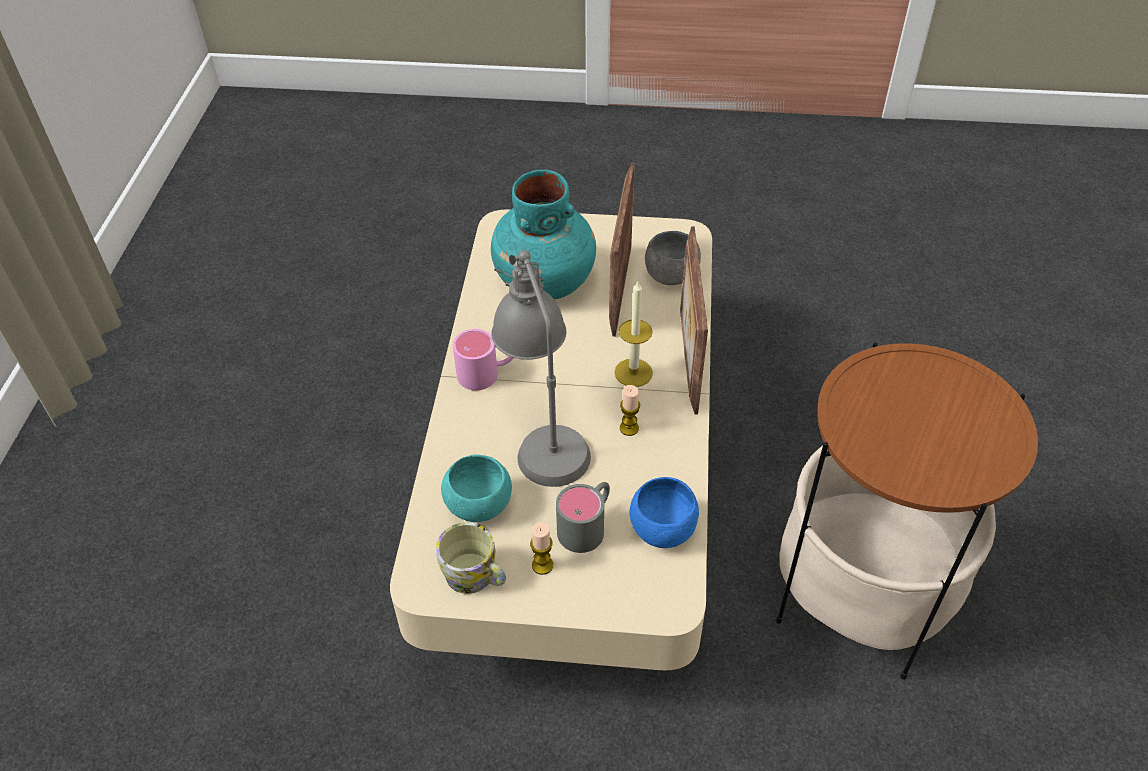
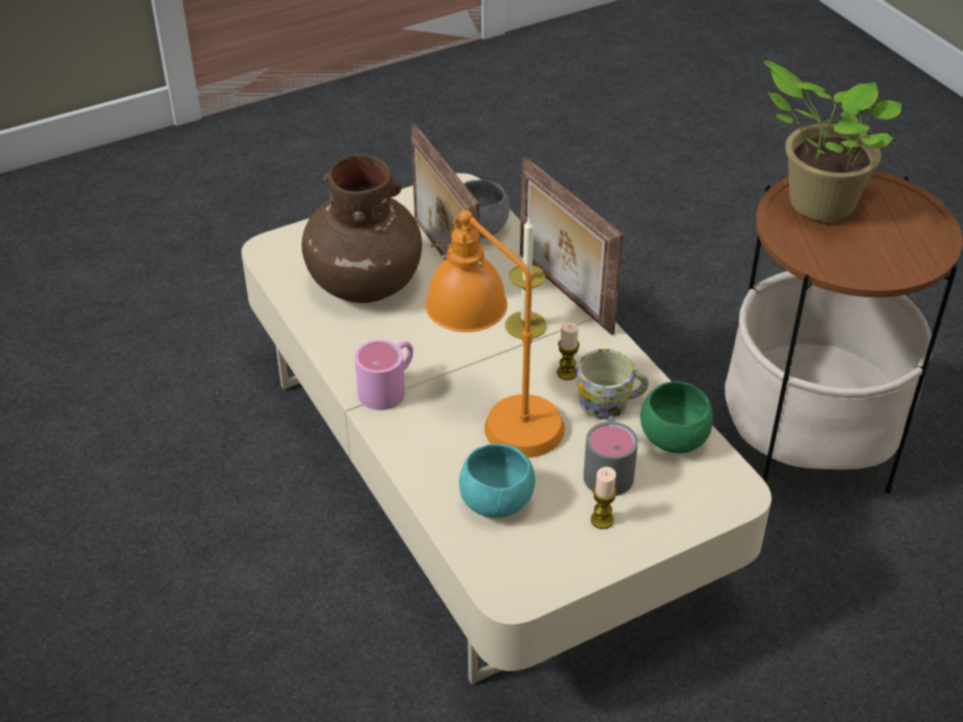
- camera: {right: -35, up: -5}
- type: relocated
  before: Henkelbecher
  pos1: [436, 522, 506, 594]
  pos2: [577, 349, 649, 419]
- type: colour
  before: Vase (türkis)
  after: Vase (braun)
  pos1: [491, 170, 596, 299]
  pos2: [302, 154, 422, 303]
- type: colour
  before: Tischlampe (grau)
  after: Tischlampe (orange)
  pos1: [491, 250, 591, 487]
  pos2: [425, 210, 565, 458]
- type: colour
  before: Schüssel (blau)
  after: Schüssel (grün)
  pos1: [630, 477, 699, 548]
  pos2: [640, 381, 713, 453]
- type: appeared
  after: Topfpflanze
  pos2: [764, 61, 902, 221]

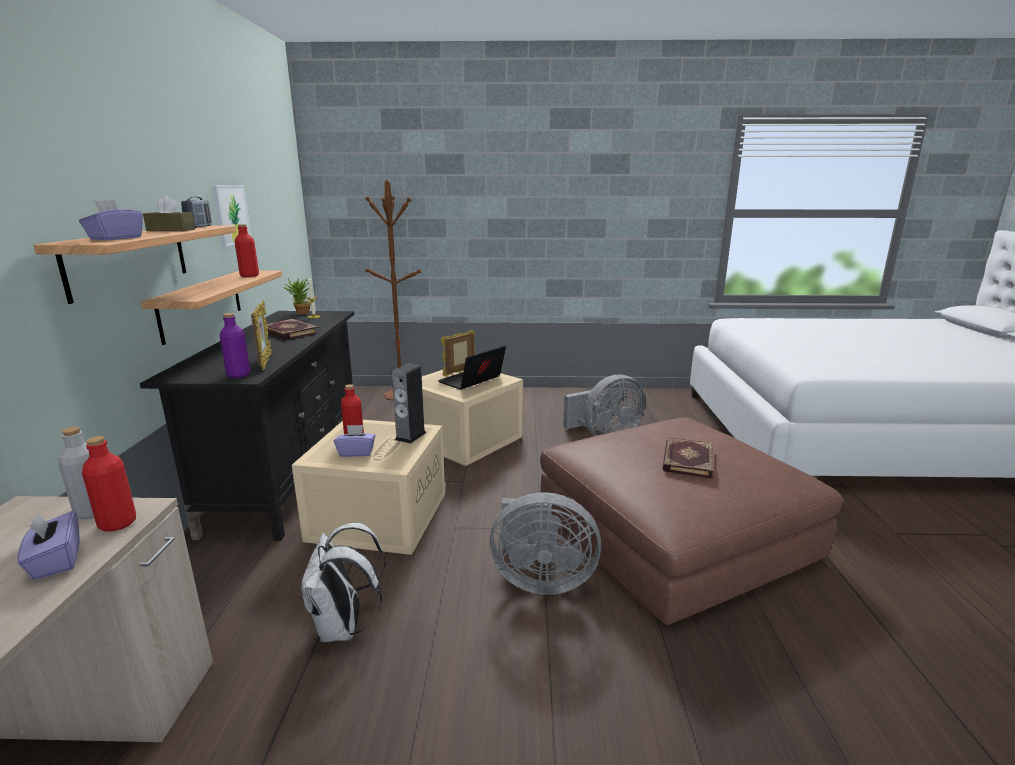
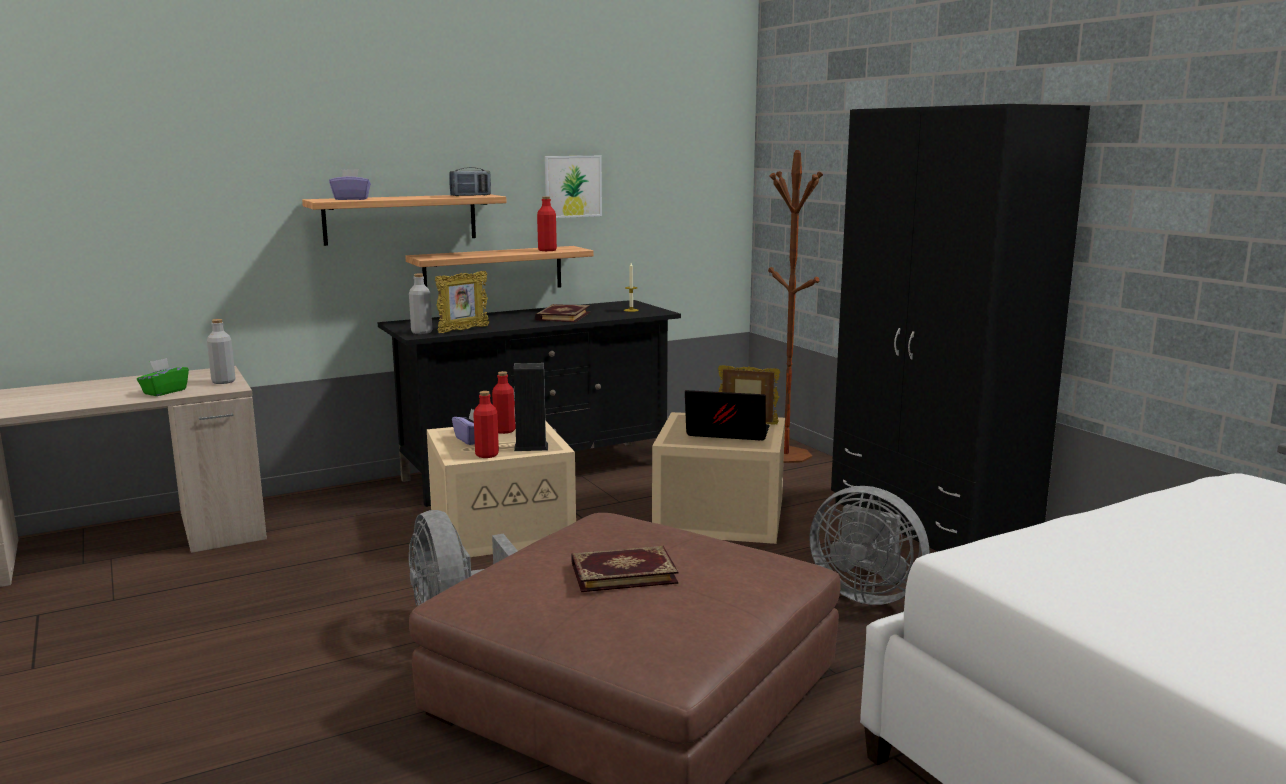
- camera: {right: 60, up: -5}
- type: colour
  before: Taschentuchbox (lila)
  after: Taschentuchbox (grün)
  pos1: [17, 511, 80, 580]
  pos2: [137, 358, 189, 396]
- type: relocated
  before: Flasche (rot)
  pos1: [82, 436, 136, 532]
  pos2: [473, 391, 499, 458]
- type: missing
  before: Taschentuchbox (braun)
  pos1: [143, 196, 195, 231]
- type: colour
  before: Flasche (lila)
  after: Flasche (grau)
  pos1: [220, 313, 250, 378]
  pos2: [409, 273, 432, 334]
- type: missing
  before: Topfpflanze
  pos1: [283, 278, 311, 315]
- type: missing
  before: Rucksack (weiß)
  pos1: [301, 523, 386, 642]
- type: appeared
  after: Kleiderschrank (schwarz)
  pos2: [831, 104, 1090, 551]

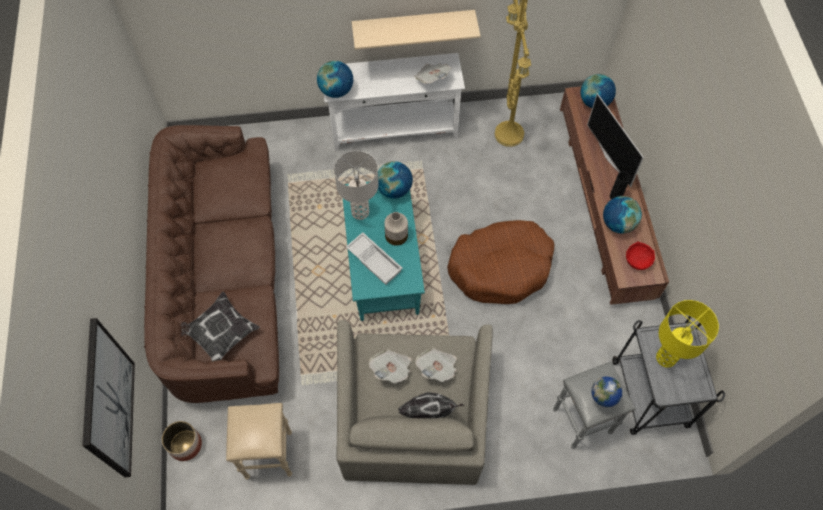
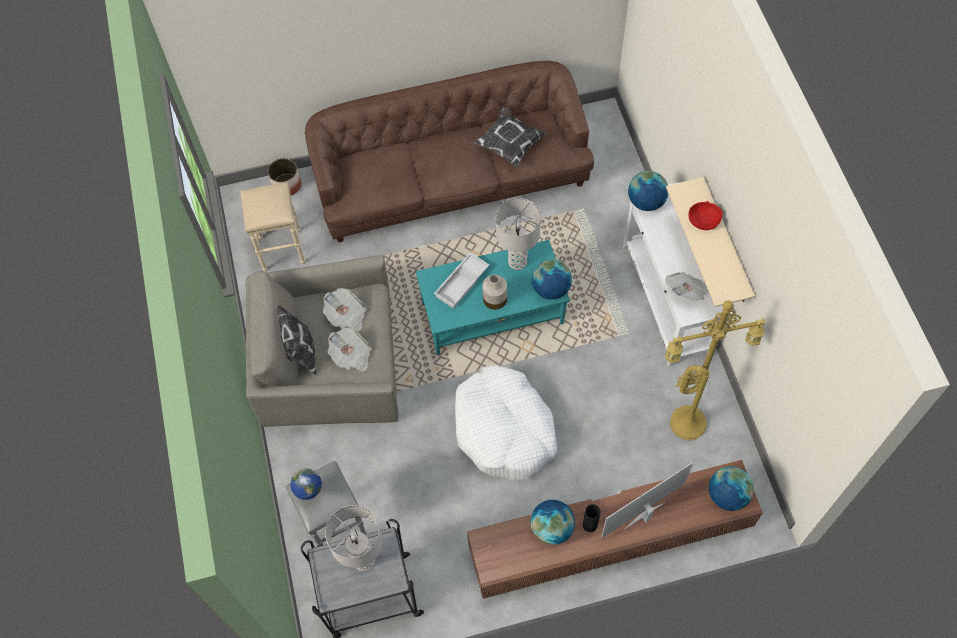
- camera: {right: 85, up: 0}
- type: missing
  before: Bild
  pos1: [82, 318, 135, 478]
- type: relocated
  before: Kissen
  pos1: [181, 291, 260, 362]
  pos2: [474, 106, 547, 168]
- type: colour
  before: Hundebett (braun)
  after: Hundebett (weiß)
  pos1: [447, 220, 555, 304]
  pos2: [455, 365, 557, 480]
- type: relocated
  before: Schüssel (rot)
  pos1: [626, 242, 655, 270]
  pos2: [688, 201, 723, 230]
- type: colour
  before: Tischlampe (gelb)
  after: Tischlampe (weiß)
  pos1: [656, 300, 719, 368]
  pos2: [325, 505, 383, 571]

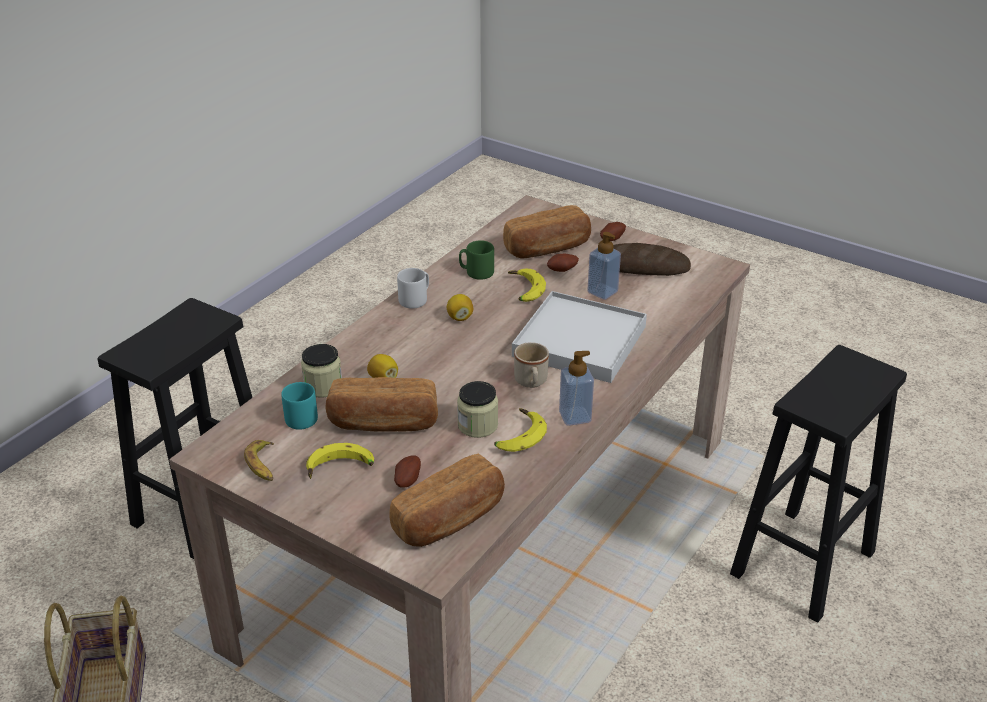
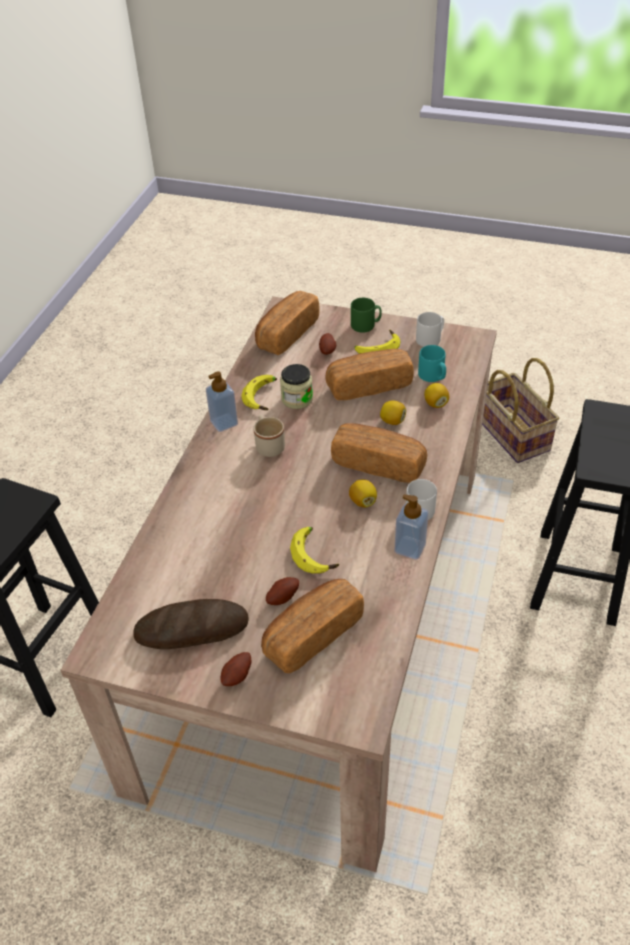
- camera: {right: 165, up: 10}
- type: exchanged
  before: Banane
  after: Henkelbecher (grau)
  pos1: [244, 440, 274, 481]
  pos2: [416, 312, 444, 347]
- type: exchanged
  before: Vorratsglas
  after: Zitrone
  pos1: [301, 344, 342, 398]
  pos2: [424, 383, 449, 408]
- type: relocated
  before: Henkelbecher (grün)
  pos1: [459, 240, 494, 280]
  pos2: [351, 298, 382, 333]
- type: missing
  before: Tablett (weiß)
  pos1: [512, 291, 647, 383]
- type: relocated
  before: Seifenspender
  pos1: [587, 232, 621, 300]
  pos2: [395, 494, 428, 560]
- type: appeared
  after: Brot
  pos2: [331, 423, 427, 483]

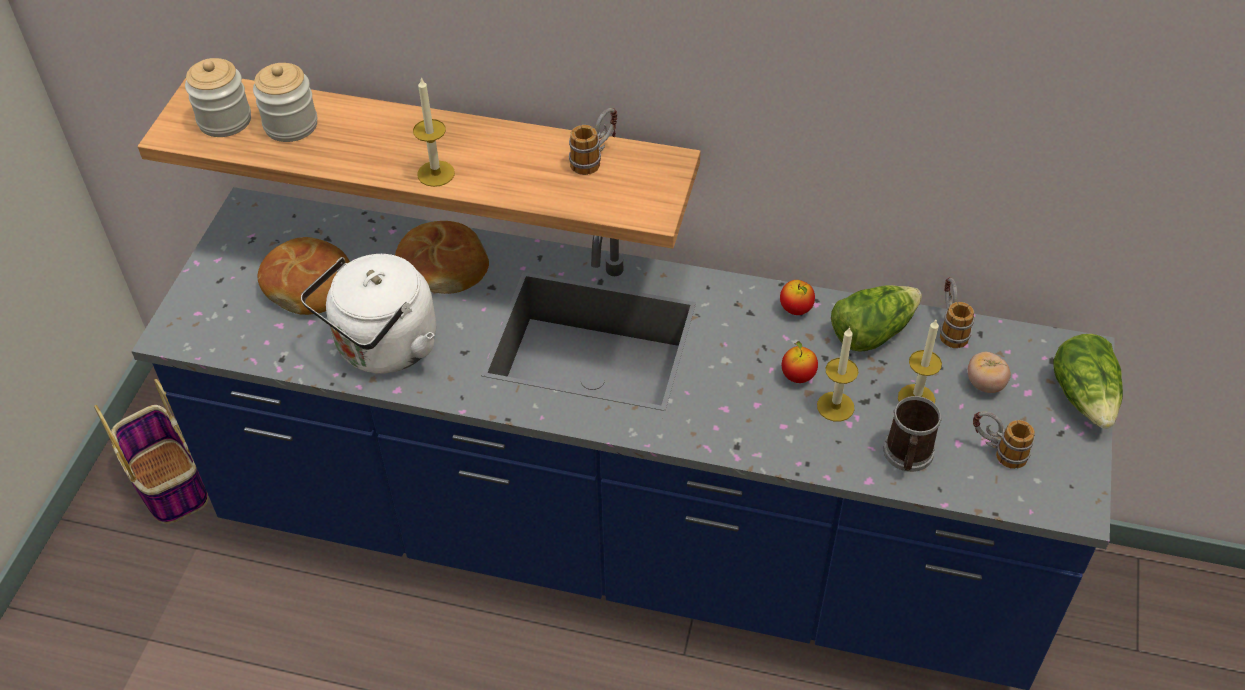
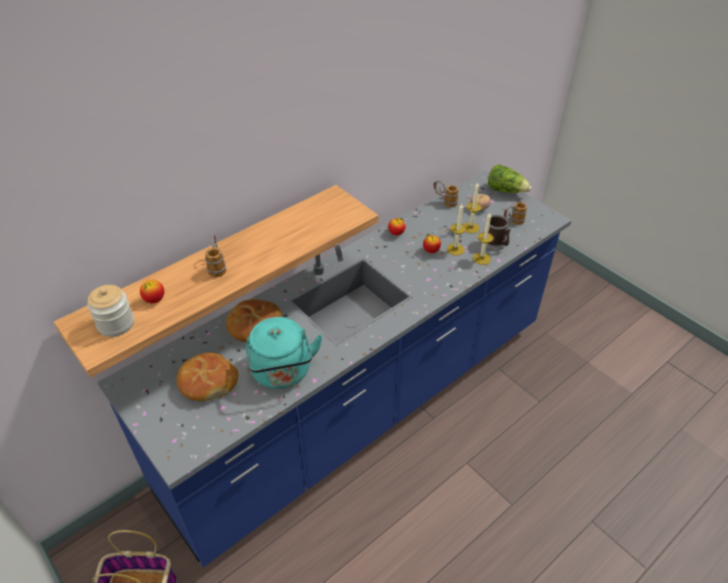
- camera: {right: -55, up: -5}
- type: exchanged
  before: Vorratsglas
  after: Apfel
  pos1: [253, 63, 317, 142]
  pos2: [140, 280, 164, 303]
- type: colour
  before: Wasserkessel (weiß)
  after: Wasserkessel (türkis)
  pos1: [301, 254, 436, 374]
  pos2: [246, 317, 322, 389]
- type: relocated
  before: Kerze
  pos1: [413, 77, 455, 187]
  pos2: [473, 213, 493, 265]
- type: relocated
  before: Henkelbecher
  pos1: [569, 108, 617, 175]
  pos2: [205, 234, 226, 277]
- type: missing
  before: Salatkopf
  pos1: [831, 285, 922, 352]

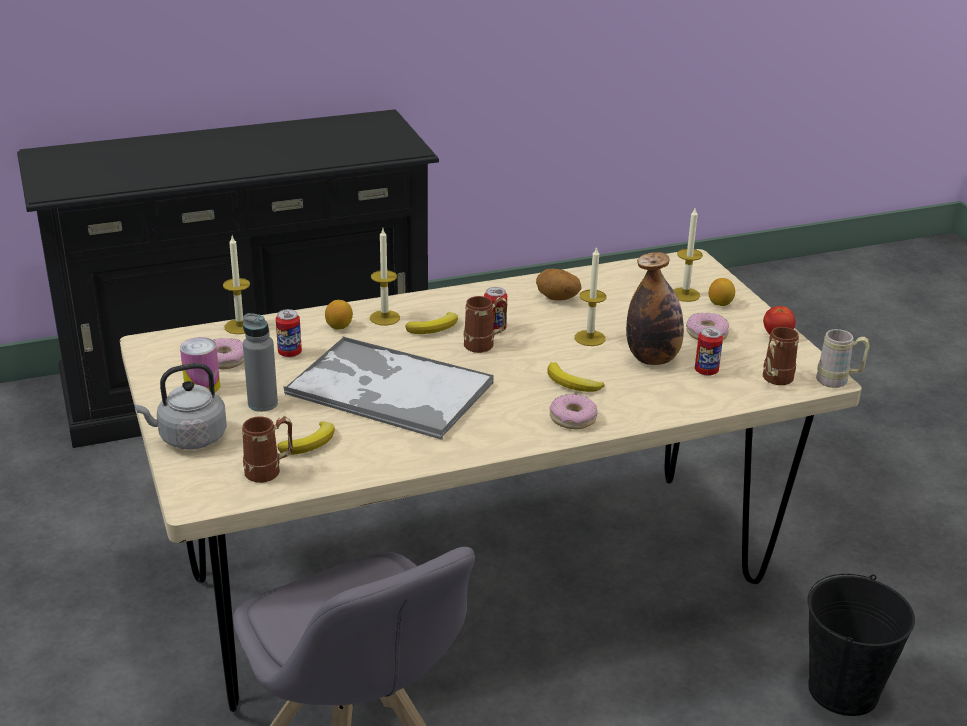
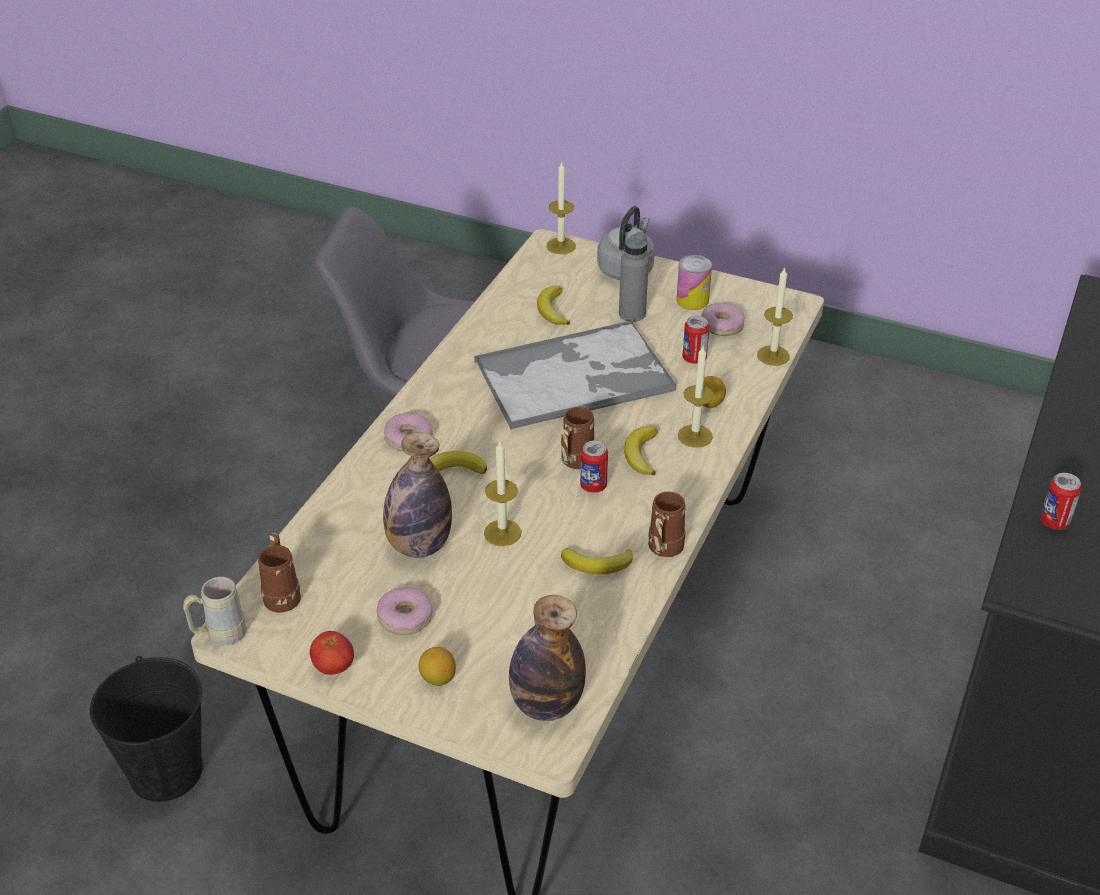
- camera: {right: 135, up: 10}
- type: relocated
  before: Henkelbecher (braun)
  pos1: [242, 416, 293, 483]
  pos2: [648, 492, 685, 557]
- type: exchanged
  before: Kartoffel
  after: Banane
  pos1: [536, 269, 582, 300]
  pos2: [561, 548, 633, 575]
- type: relocated
  before: Kerze
  pos1: [673, 208, 703, 302]
  pos2: [547, 162, 576, 254]
- type: relocated
  before: Dose
  pos1: [695, 327, 723, 376]
  pos2: [1040, 473, 1082, 530]
- type: appeared
  after: Flasche
  pos2: [509, 595, 586, 721]

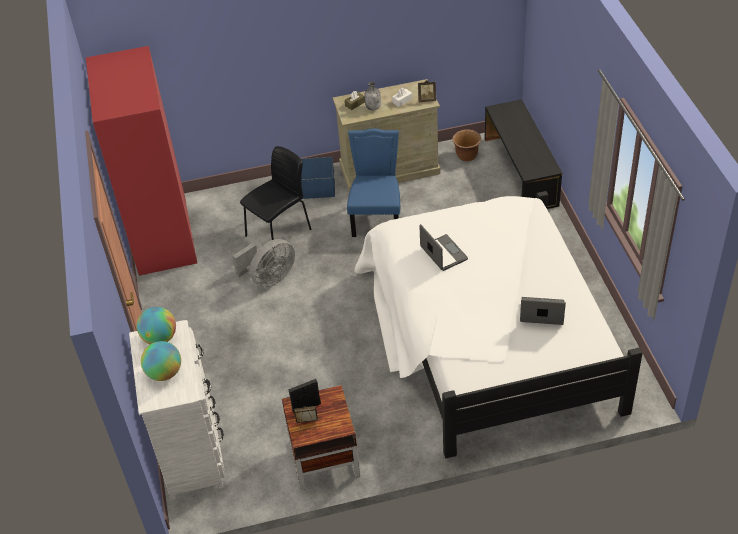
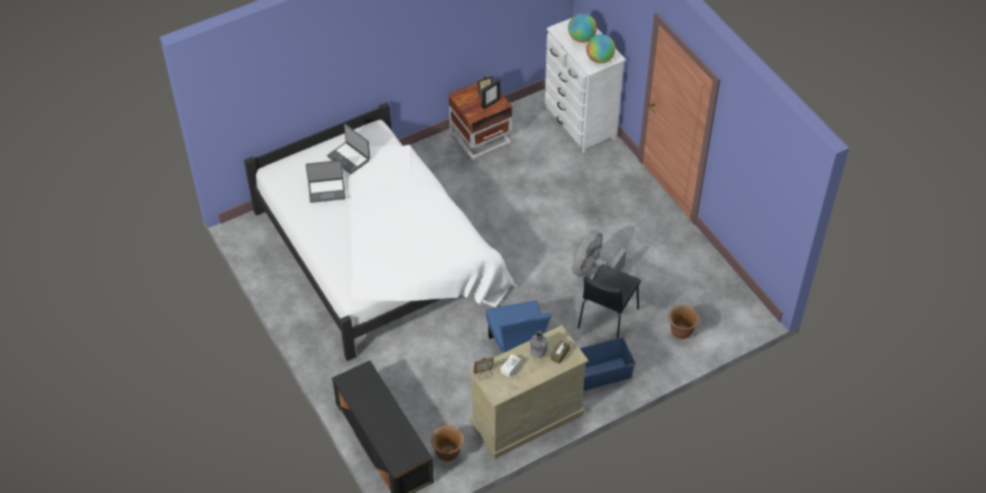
- camera: {right: 160, up: 5}
- type: missing
  before: Kleiderschrank (rot)
  pos1: [86, 46, 197, 276]
- type: relocated
  before: Laptop
  pos1: [419, 224, 468, 271]
  pos2: [327, 124, 370, 174]
- type: appeared
  after: Pflanzkübel (braun)
  pos2: [668, 305, 699, 339]

